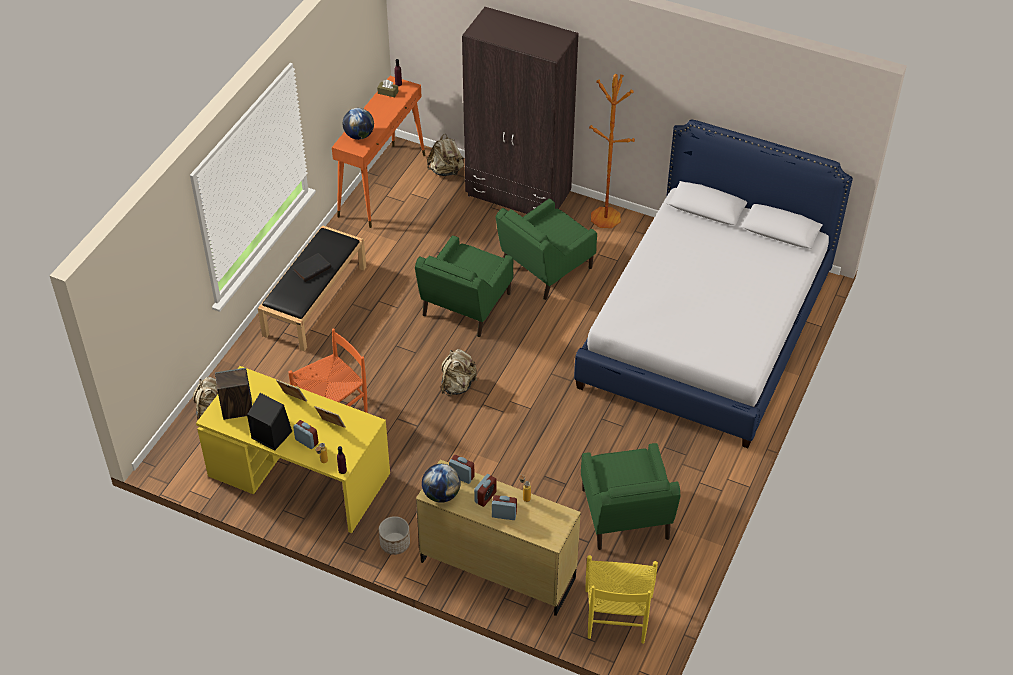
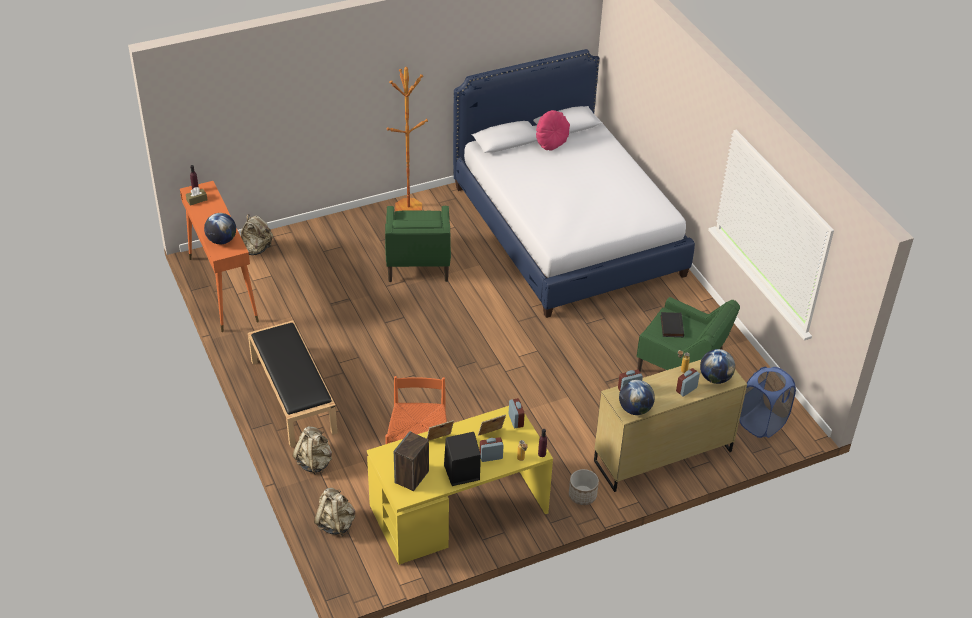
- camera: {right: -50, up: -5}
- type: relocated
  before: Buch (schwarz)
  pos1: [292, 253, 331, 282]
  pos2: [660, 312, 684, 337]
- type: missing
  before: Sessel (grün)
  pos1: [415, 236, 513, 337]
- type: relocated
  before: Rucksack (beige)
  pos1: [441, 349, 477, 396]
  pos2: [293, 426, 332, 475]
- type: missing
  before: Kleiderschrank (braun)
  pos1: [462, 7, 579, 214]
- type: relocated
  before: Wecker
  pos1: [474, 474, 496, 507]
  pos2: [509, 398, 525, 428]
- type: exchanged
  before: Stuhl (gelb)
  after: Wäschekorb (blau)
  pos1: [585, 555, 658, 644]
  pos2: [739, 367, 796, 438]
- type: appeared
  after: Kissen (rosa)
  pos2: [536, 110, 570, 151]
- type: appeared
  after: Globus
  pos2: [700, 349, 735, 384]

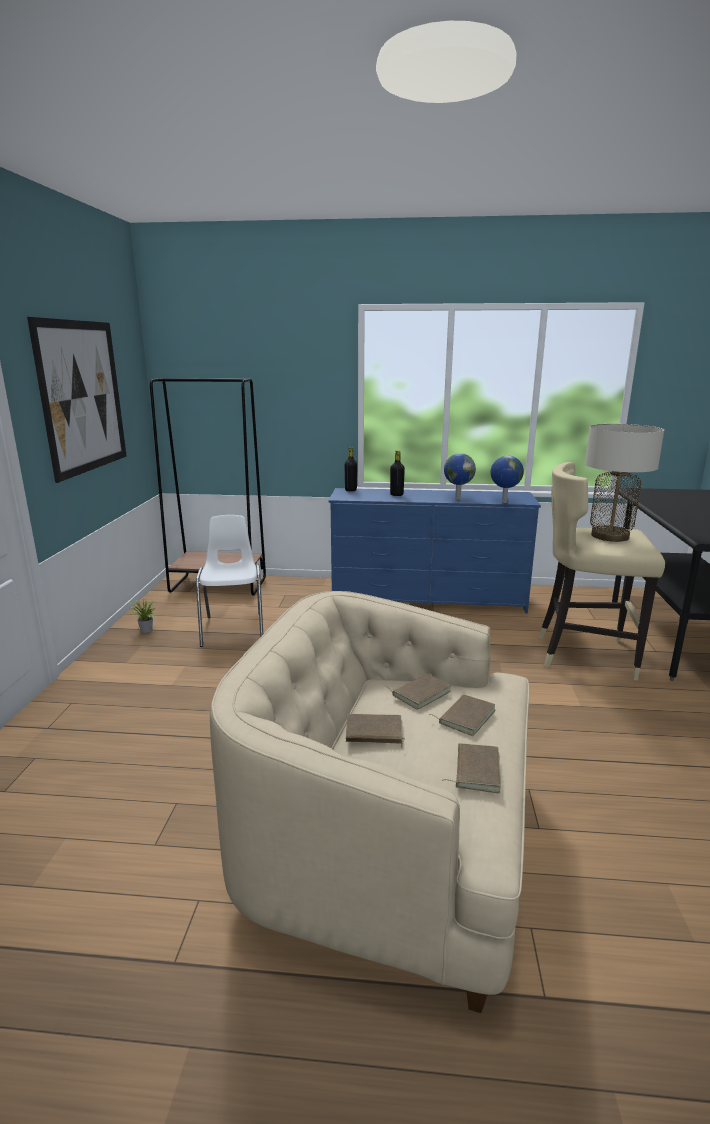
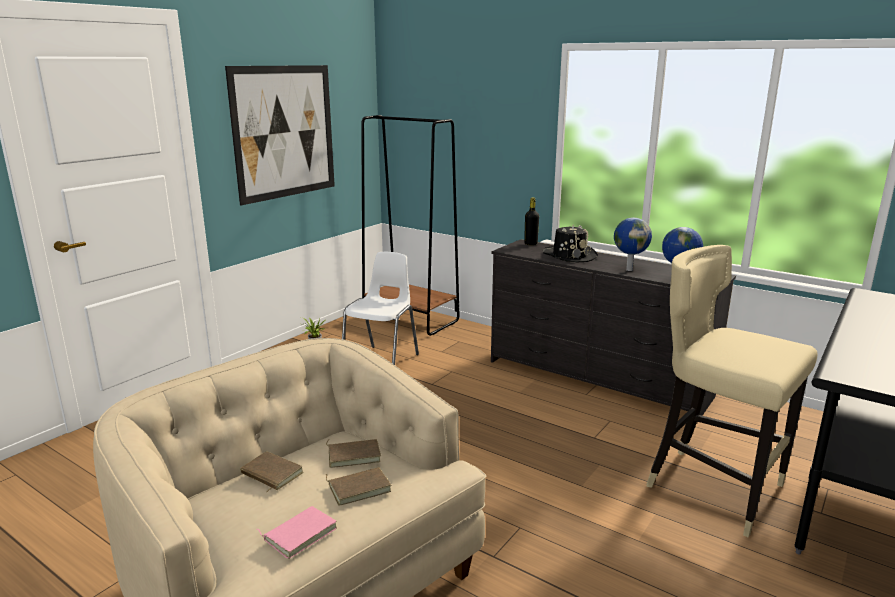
- camera: {right: 30, up: 0}
- type: colour
  before: Kommode (blau)
  after: Kommode (schwarz)
  pos1: [328, 488, 541, 613]
  pos2: [491, 239, 736, 416]
- type: exchanged
  before: Flasche (schwarz)
  after: Hut (schwarz)
  pos1: [390, 450, 405, 496]
  pos2: [543, 225, 598, 262]
- type: colour
  before: Buch (braun)
  after: Buch (rosa)
  pos1: [442, 743, 501, 793]
  pos2: [257, 506, 337, 559]
- type: missing
  before: Tischlampe
  pos1: [585, 424, 664, 542]

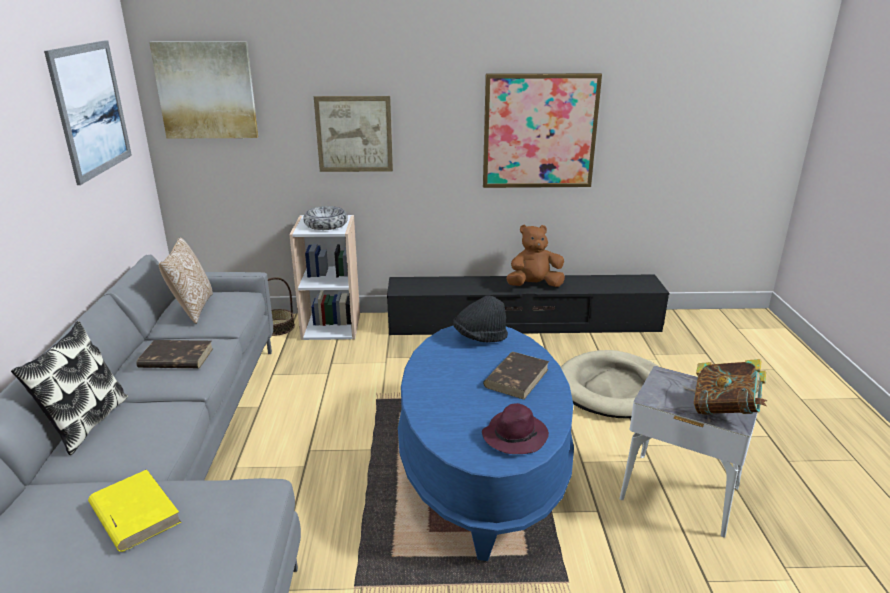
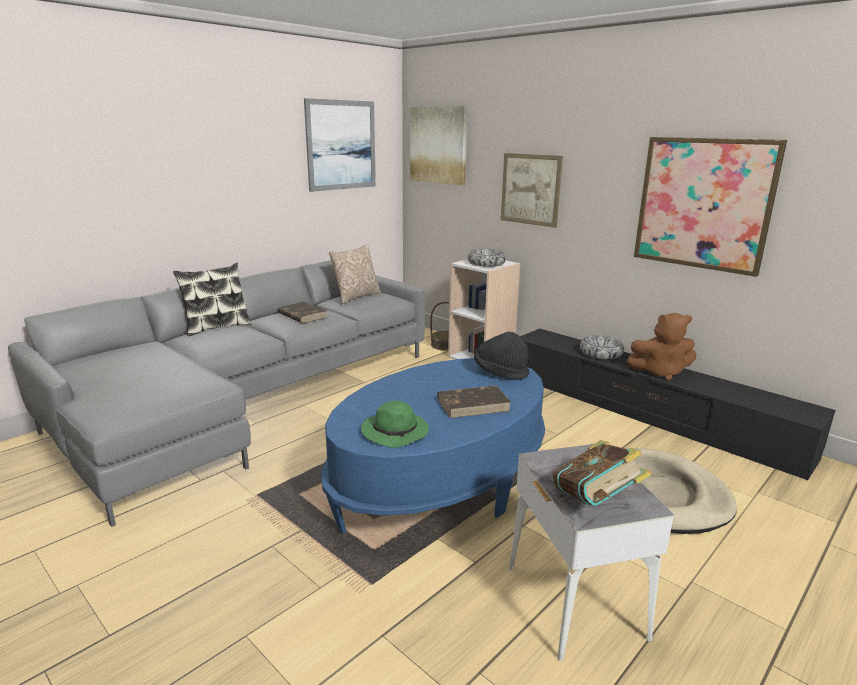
- camera: {right: 45, up: -5}
- type: missing
  before: Buch (gelb)
  pos1: [88, 469, 181, 552]
- type: colour
  before: Hut (lila)
  after: Hut (grün)
  pos1: [482, 403, 549, 454]
  pos2: [361, 400, 429, 448]
- type: spun
  before: Plüschtier (braun)
  pos1: [506, 225, 565, 287]
  pos2: [627, 313, 697, 381]
  turn: 150
- type: appeared
  after: Schüssel
  pos2: [580, 335, 624, 360]

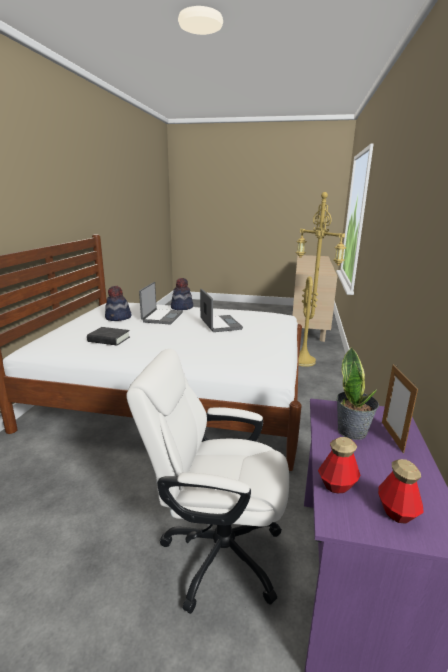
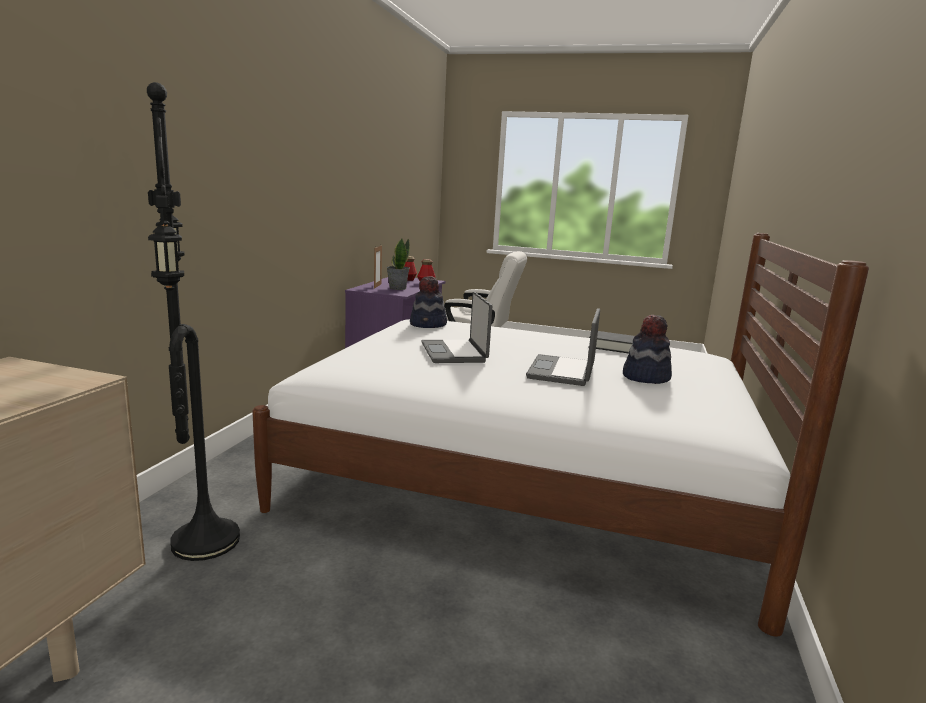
- camera: {right: -175, up: -5}
- type: relocated
  before: Hut
  pos1: [171, 278, 193, 310]
  pos2: [410, 276, 447, 328]
- type: colour
  before: Stehlampe (gelb)
  after: Stehlampe (schwarz)
  pos1: [296, 192, 346, 367]
  pos2: [147, 82, 240, 561]

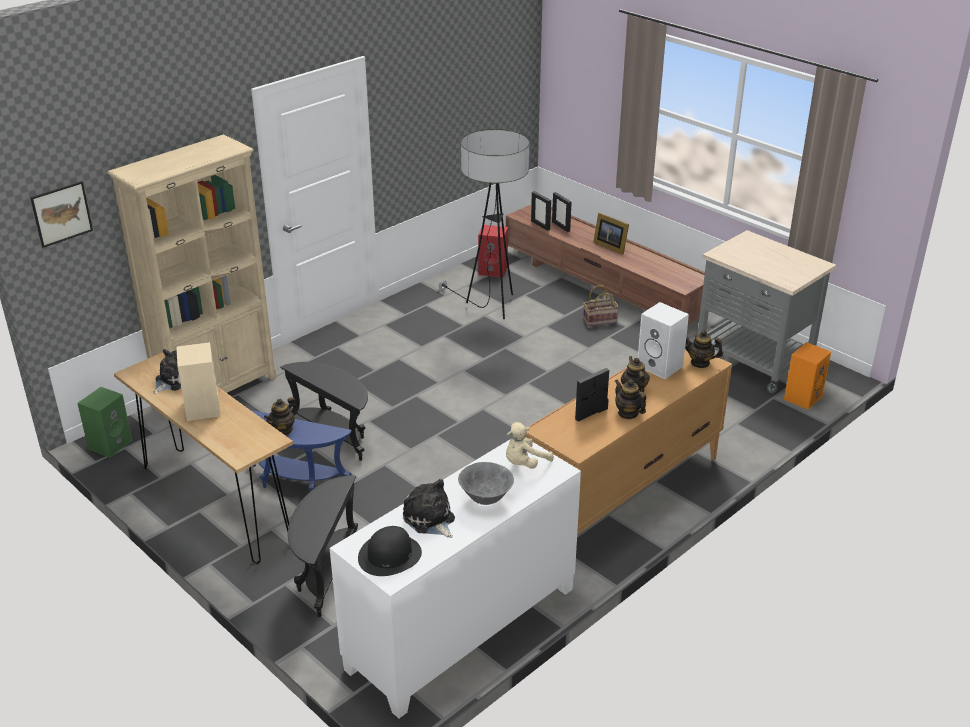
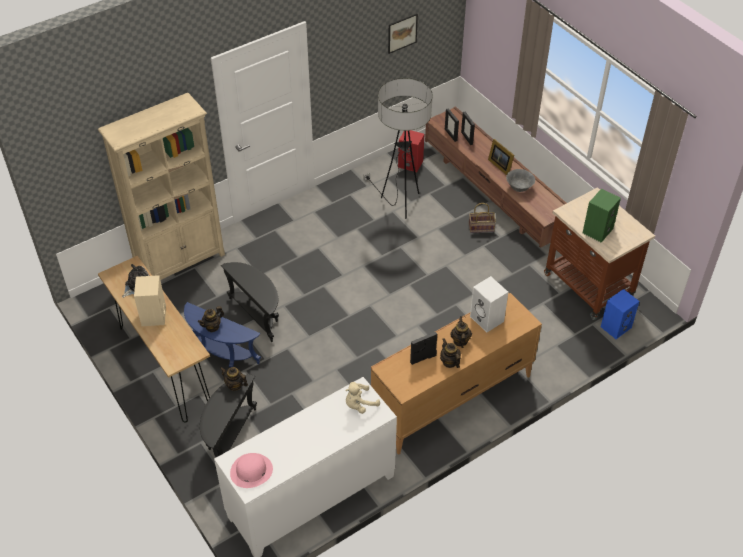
- camera: {right: 10, up: 15}
- type: relocated
  before: Bild
  pos1: [30, 181, 93, 248]
  pos2: [388, 13, 418, 54]
- type: relocated
  before: Lautsprecher (grün)
  pos1: [77, 387, 132, 458]
  pos2: [583, 188, 621, 243]
- type: colour
  before: Hut (schwarz)
  after: Hut (rosa)
  pos1: [358, 526, 422, 576]
  pos2: [230, 453, 273, 488]
- type: missing
  before: Plüschtier
  pos1: [403, 479, 455, 538]
- type: relocated
  before: Schüssel (grau)
  pos1: [458, 462, 514, 505]
  pos2: [506, 169, 535, 192]
- type: relocated
  before: Teekanne
  pos1: [685, 330, 723, 368]
  pos2: [220, 367, 248, 391]
- type: colour
  before: Rollwagen (grau)
  after: Rollwagen (braun)
  pos1: [698, 230, 836, 393]
  pos2: [544, 187, 655, 320]
- type: colour
  before: Lautsprecher (orange)
  after: Lautsprecher (blau)
  pos1: [784, 342, 831, 410]
  pos2: [601, 289, 639, 339]

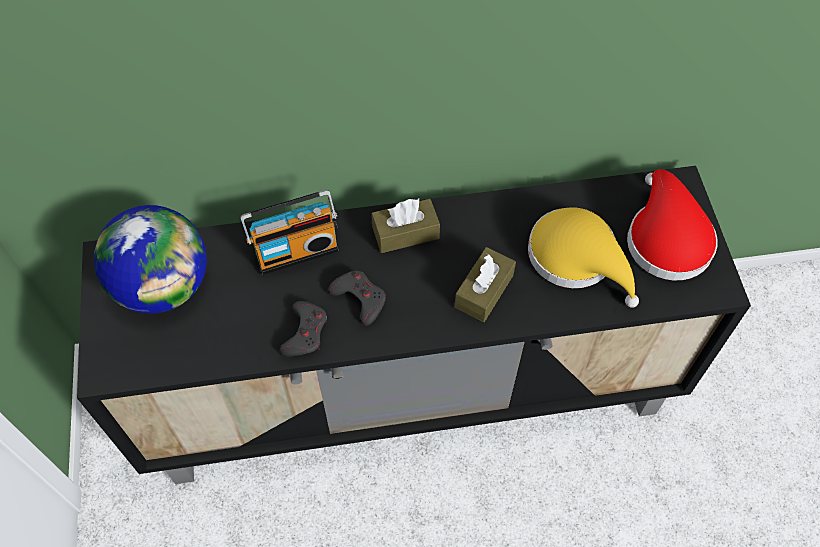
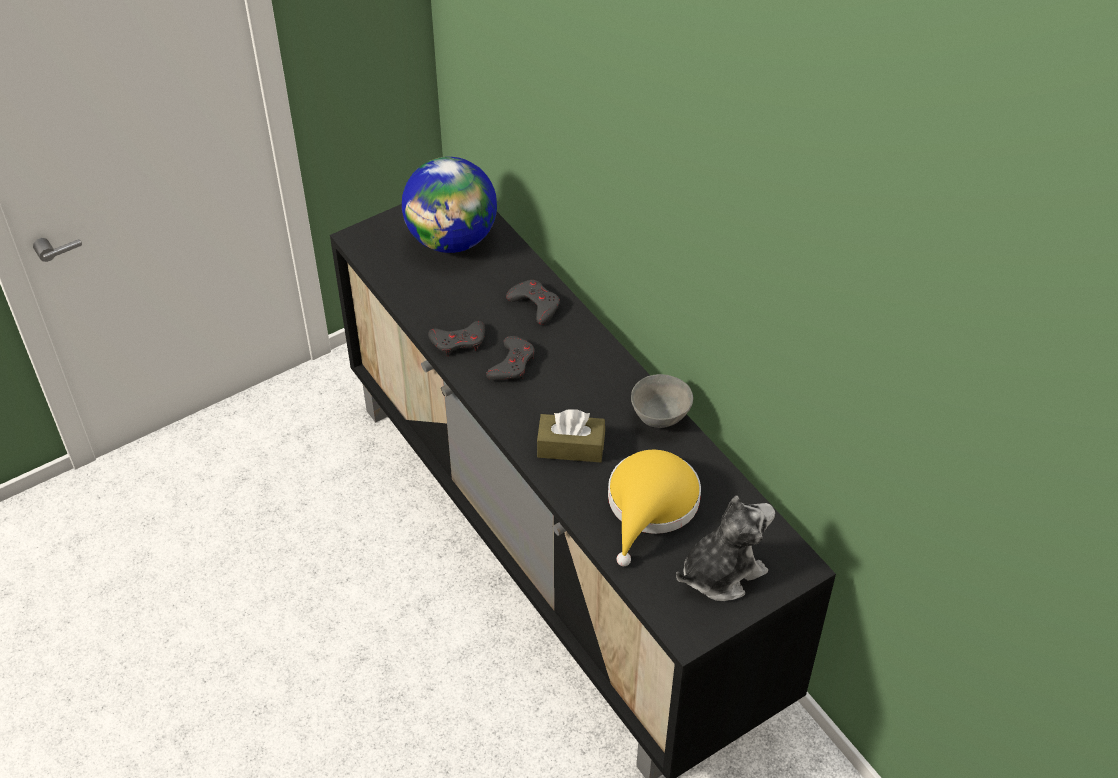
- camera: {right: 65, up: -10}
- type: exchanged
  before: Radio
  after: Gamepad (grau)
  pos1: [240, 190, 339, 275]
  pos2: [506, 280, 560, 325]
- type: missing
  before: Taschentuchbox (braun)
  pos1: [371, 198, 440, 253]
- type: exchanged
  before: Hut (rot)
  after: Plüschtier
  pos1: [627, 169, 718, 280]
  pos2: [676, 496, 775, 601]
- type: appeared
  after: Schüssel (grau)
  pos2: [631, 374, 693, 428]

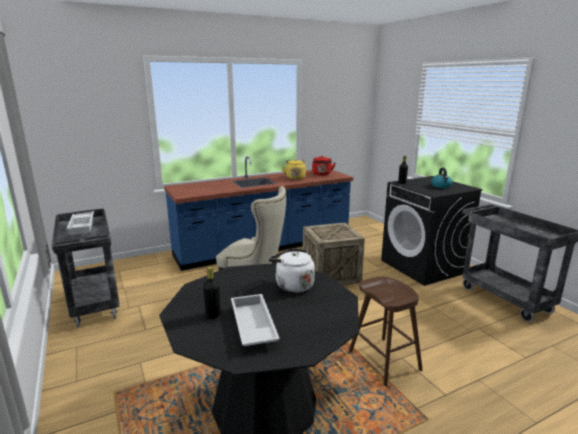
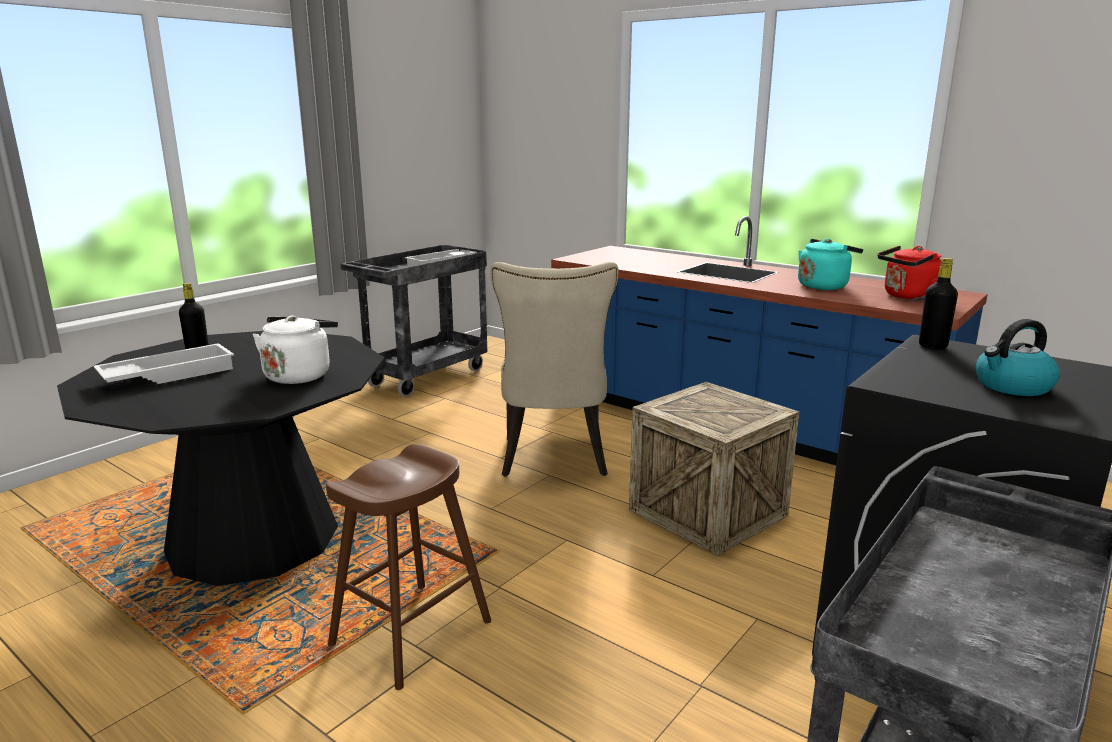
- camera: {right: 65, up: 0}
- type: colour
  before: Wasserkessel (gelb)
  after: Wasserkessel (türkis)
  pos1: [282, 159, 306, 180]
  pos2: [798, 239, 863, 290]

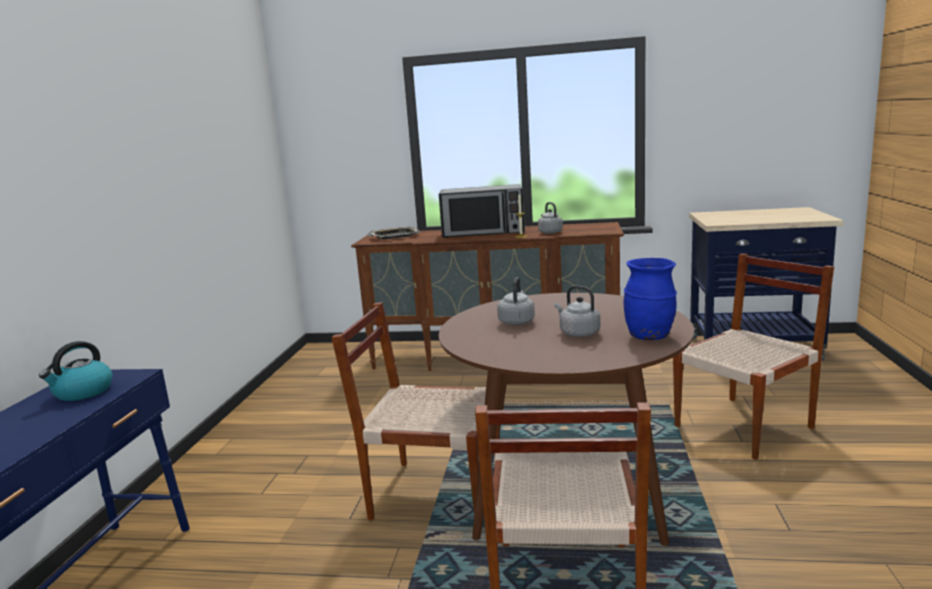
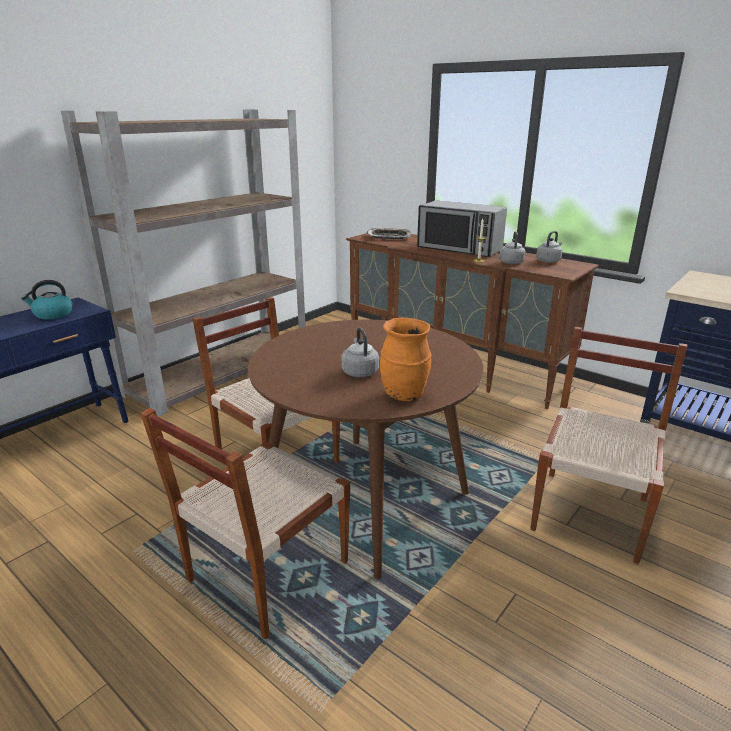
- camera: {right: 30, up: 10}
- type: relocated
  before: Wasserkessel (grau)
  pos1: [497, 277, 535, 325]
  pos2: [536, 231, 562, 263]
- type: colour
  before: Vase (blau)
  after: Vase (orange)
  pos1: [624, 258, 677, 340]
  pos2: [380, 318, 431, 401]
- type: spun
  before: Stuhl
  pos1: [673, 254, 834, 460]
  pos2: [530, 327, 687, 564]
  turn: -60
- type: appeared
  after: Bücherregal (braun)
  pos2: [61, 110, 305, 417]

